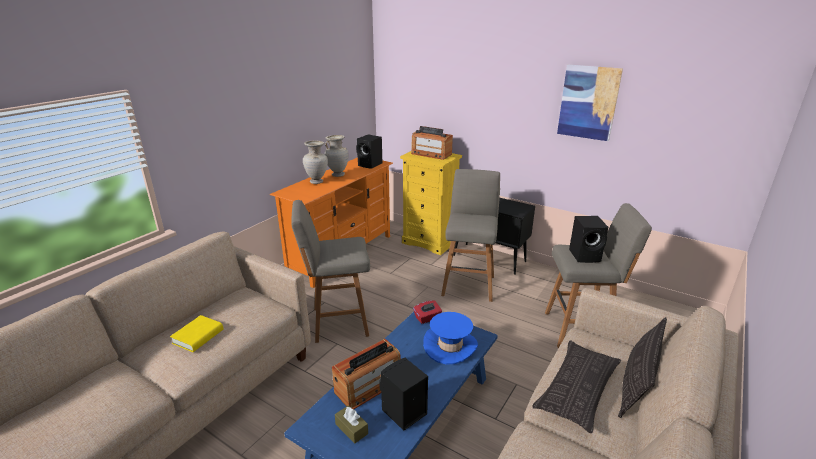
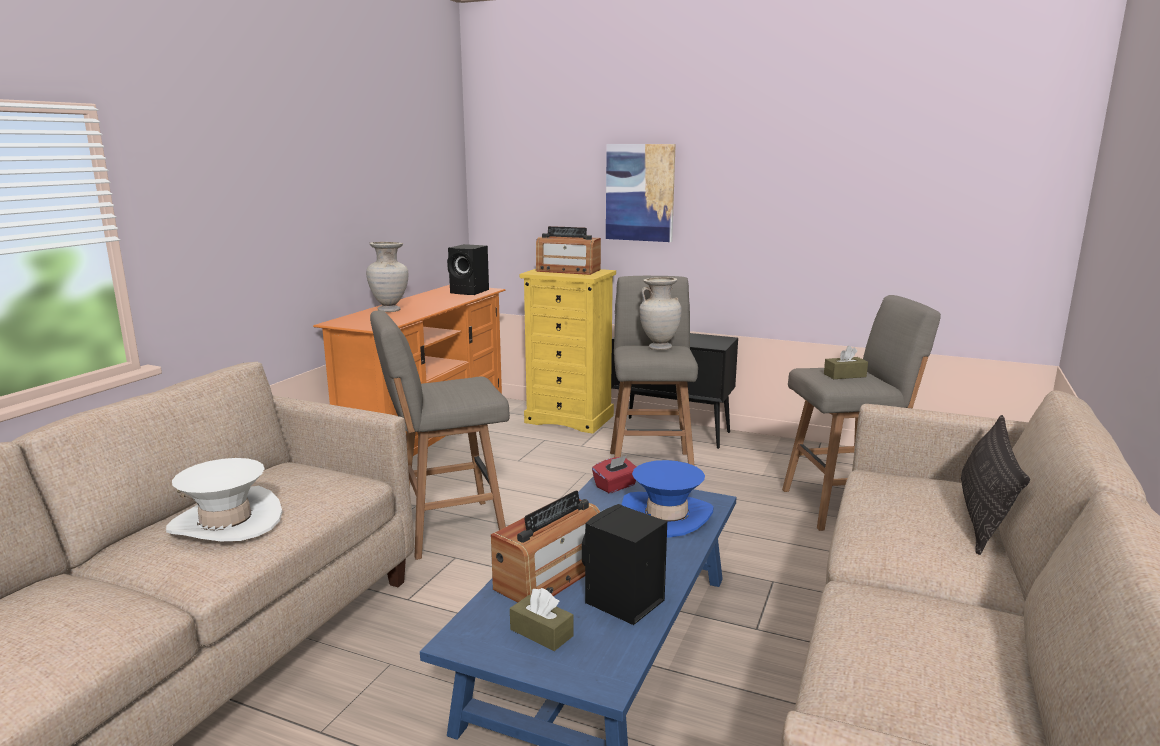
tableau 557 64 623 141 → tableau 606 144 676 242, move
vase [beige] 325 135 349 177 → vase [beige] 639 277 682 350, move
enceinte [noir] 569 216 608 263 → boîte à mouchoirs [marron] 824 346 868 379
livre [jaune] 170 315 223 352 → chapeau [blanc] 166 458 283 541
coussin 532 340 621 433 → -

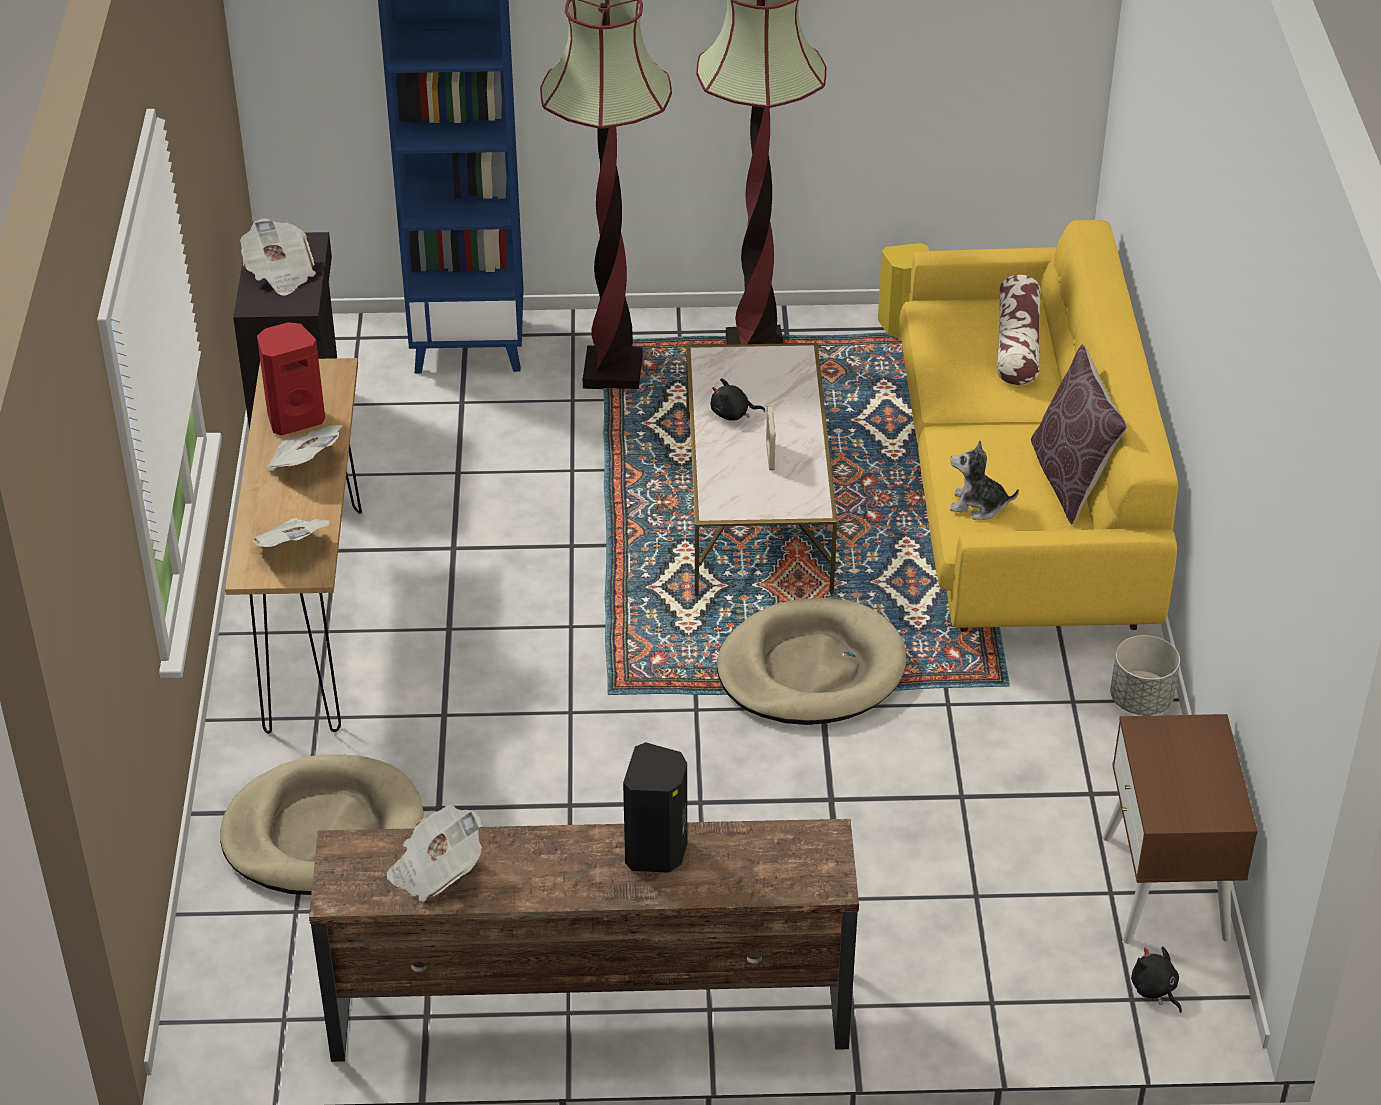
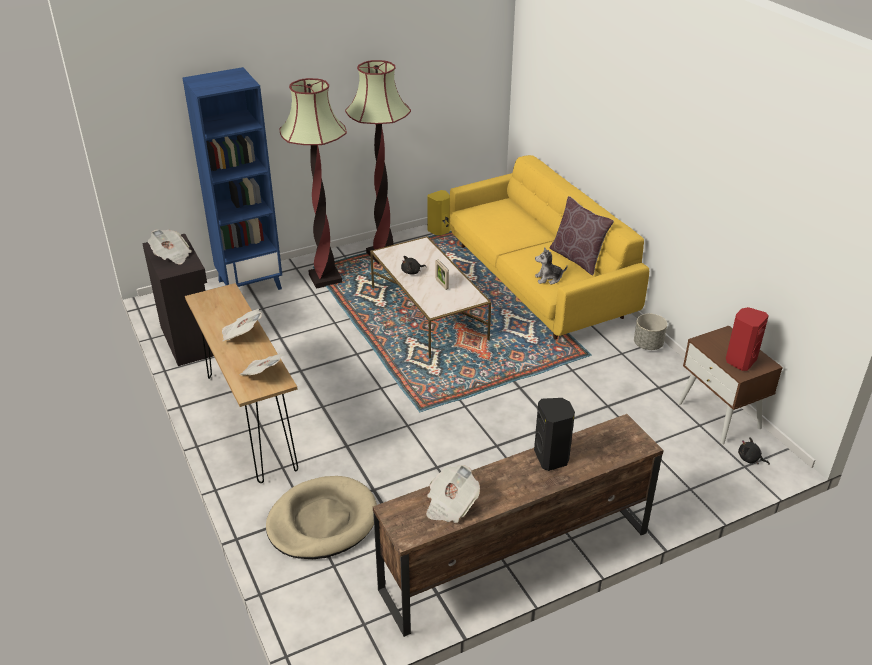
coussin 997 275 1041 385 → -
enceinte [rouge] 257 322 325 435 → enceinte [rouge] 726 307 769 371, move
panier pour chien [beige] 717 598 906 725 → -

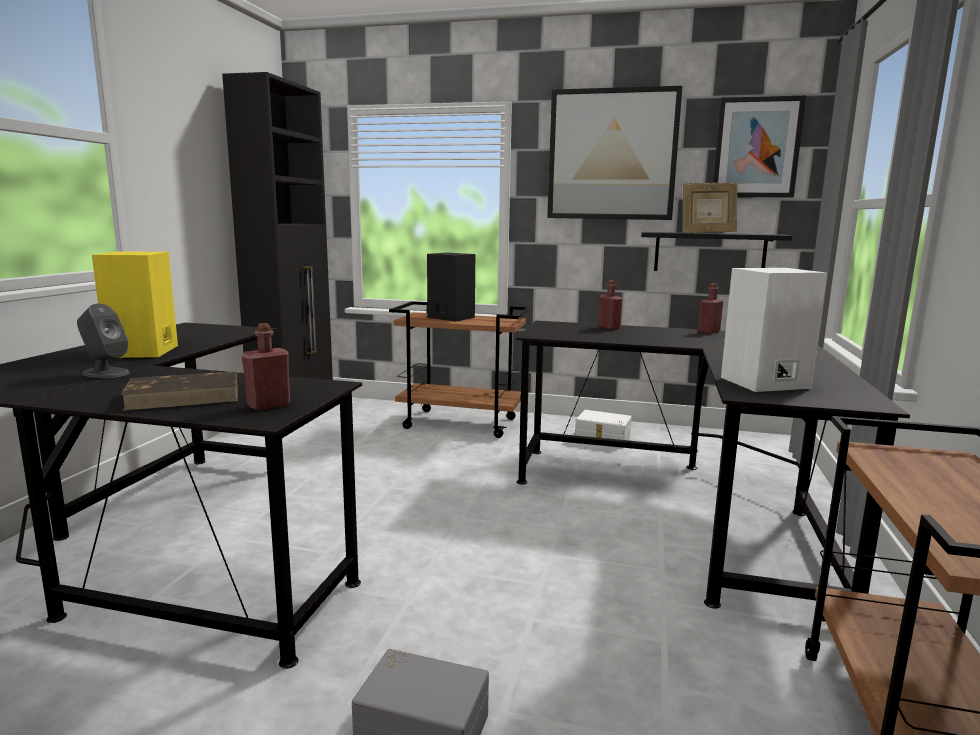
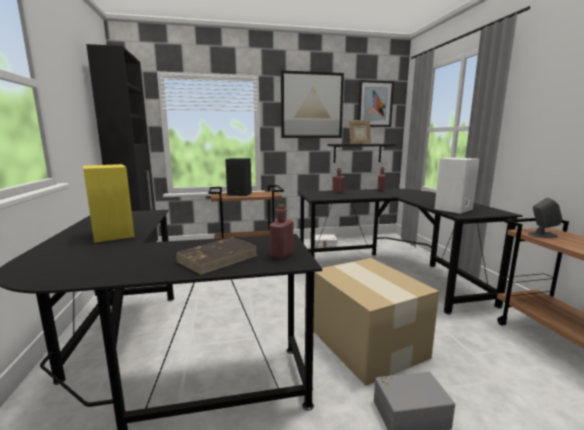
enceinte [gris] 77 303 130 378 → enceinte [gris] 528 198 562 238, move
- → carton 313 258 439 386

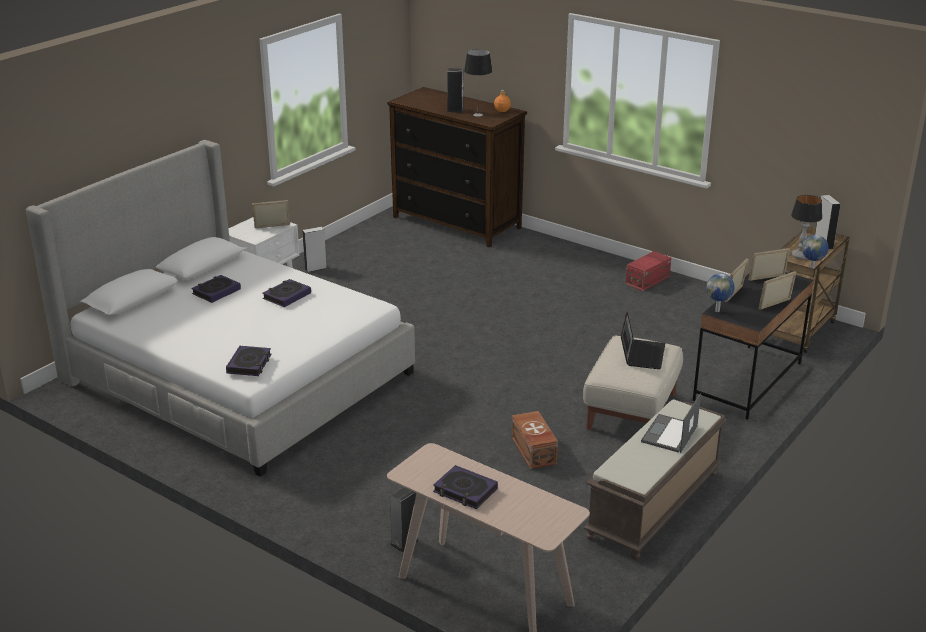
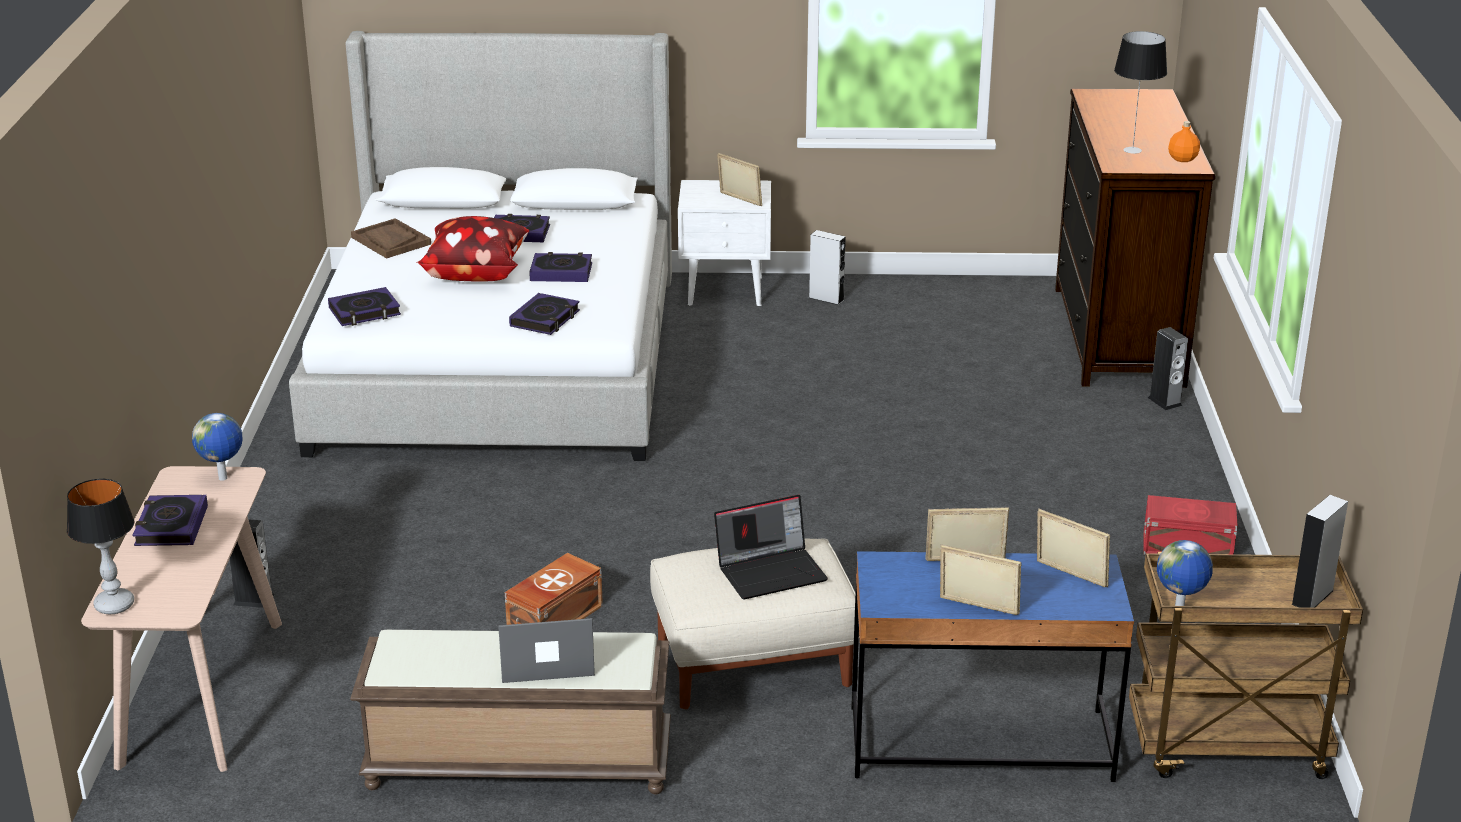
enceinte 447 68 464 113 → enceinte 1148 327 1188 410, move
lampe de table 791 195 822 259 → lampe de table 67 479 134 614, move
bureau [noir] 693 272 814 420 → bureau [bleu] 851 551 1134 782
globe 706 274 735 312 → globe 192 413 242 481, move
- → coussin 417 216 529 282
- → plateau [marron] 351 218 431 259
- → livre 509 293 580 335

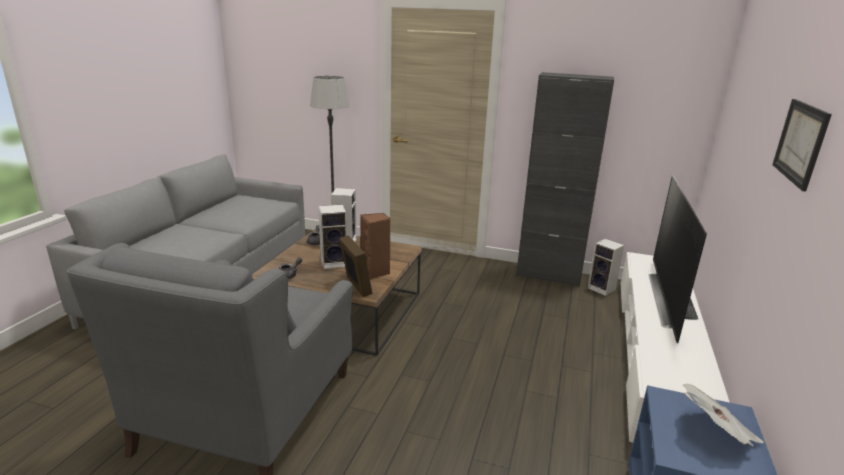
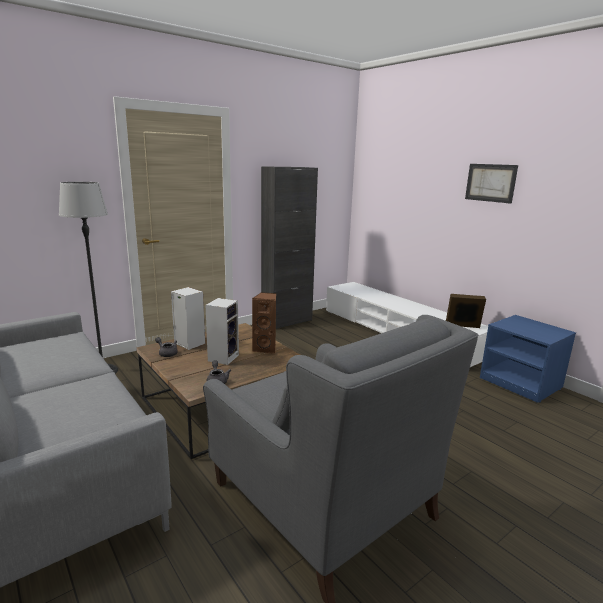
téléviseur 649 175 707 343 → -
cadre photo 339 235 373 297 → cadre photo 446 294 486 328, move
enceinte 588 239 624 296 → -
journal 683 384 764 446 → -

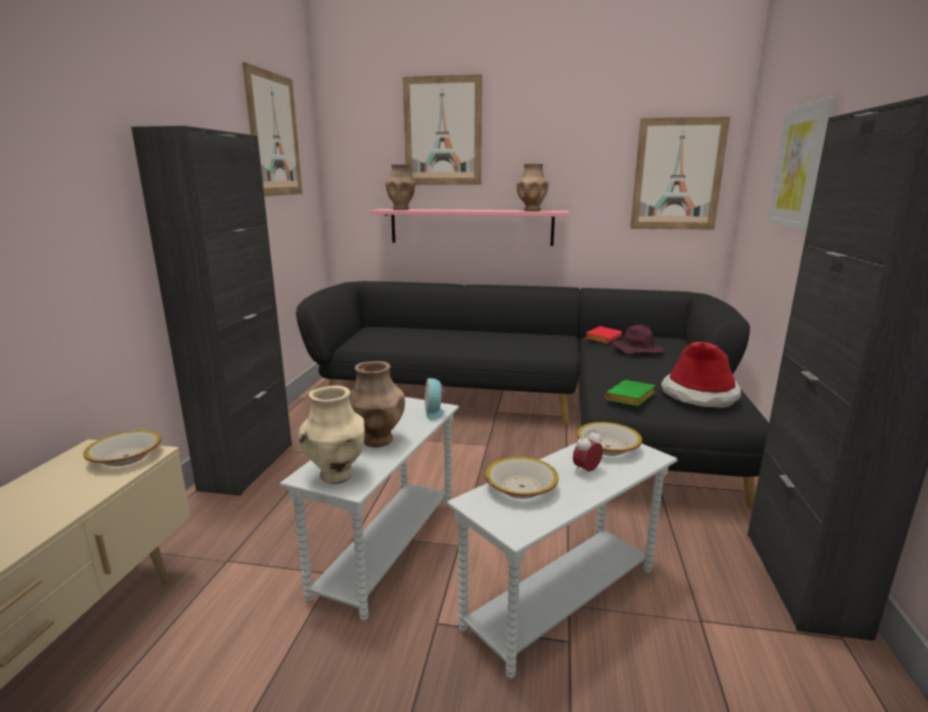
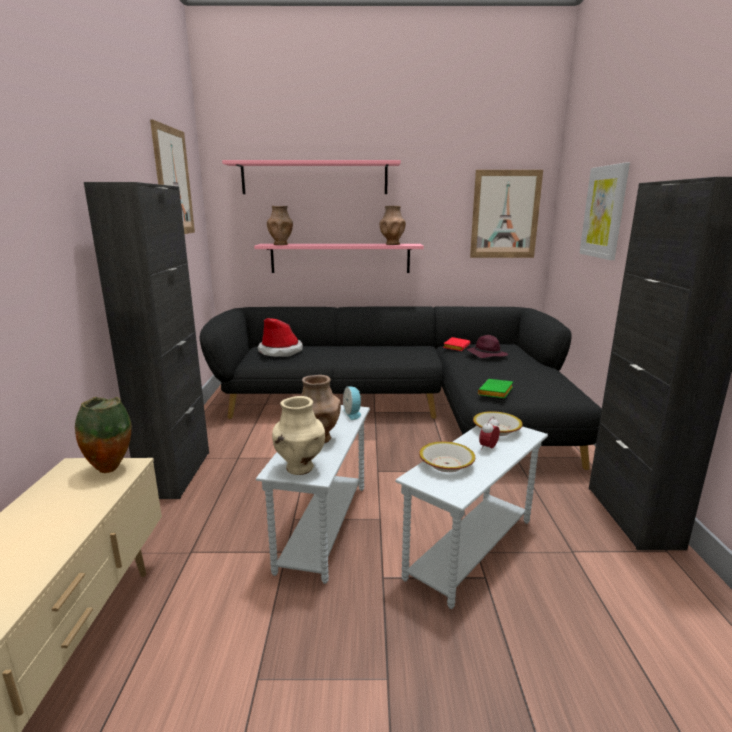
tableau 403 74 482 185 → étagère [rose] 222 160 401 194
chapeau 661 342 741 408 → chapeau 258 318 303 357, move
bol 83 430 161 466 → vase 75 397 132 473

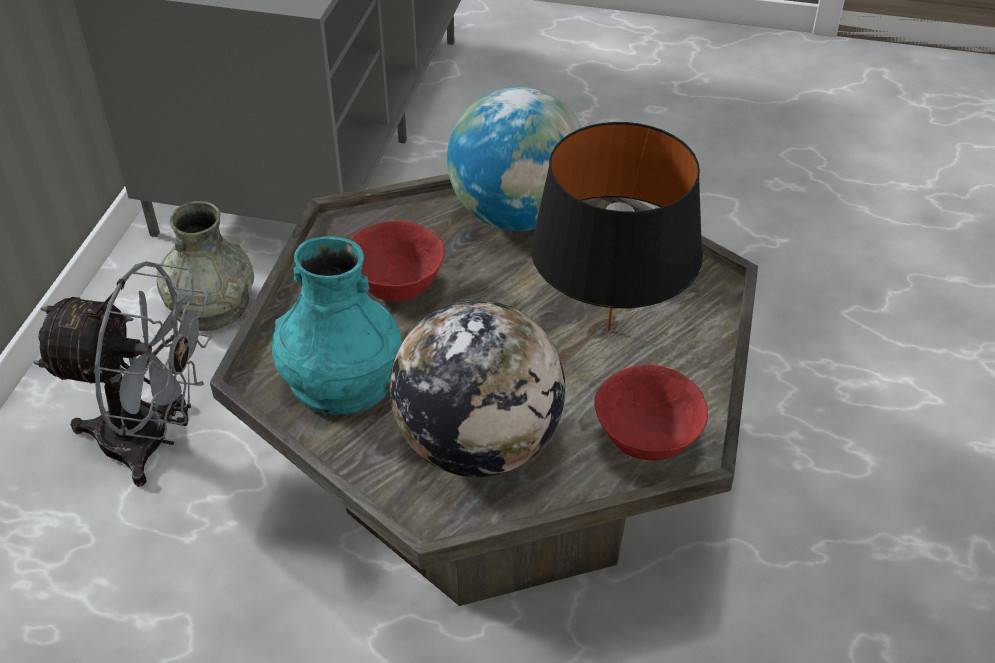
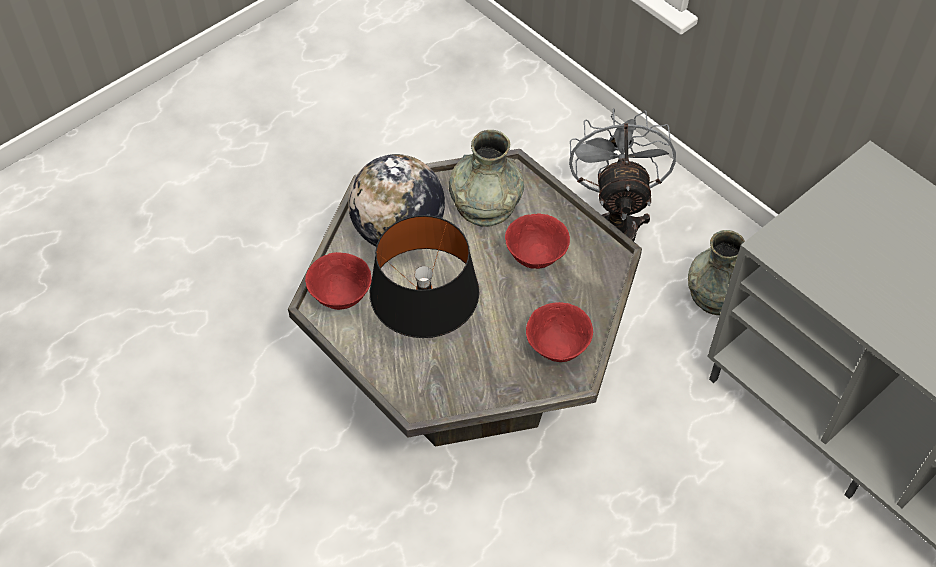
globe 447 86 583 231 → bol [rouge] 526 302 593 362
vase [turquoise] 272 236 402 415 → vase [gris] 449 130 524 227
ventilateur [gris] 33 261 212 487 → ventilateur [gris] 569 108 676 241, 135 degrees clockwise

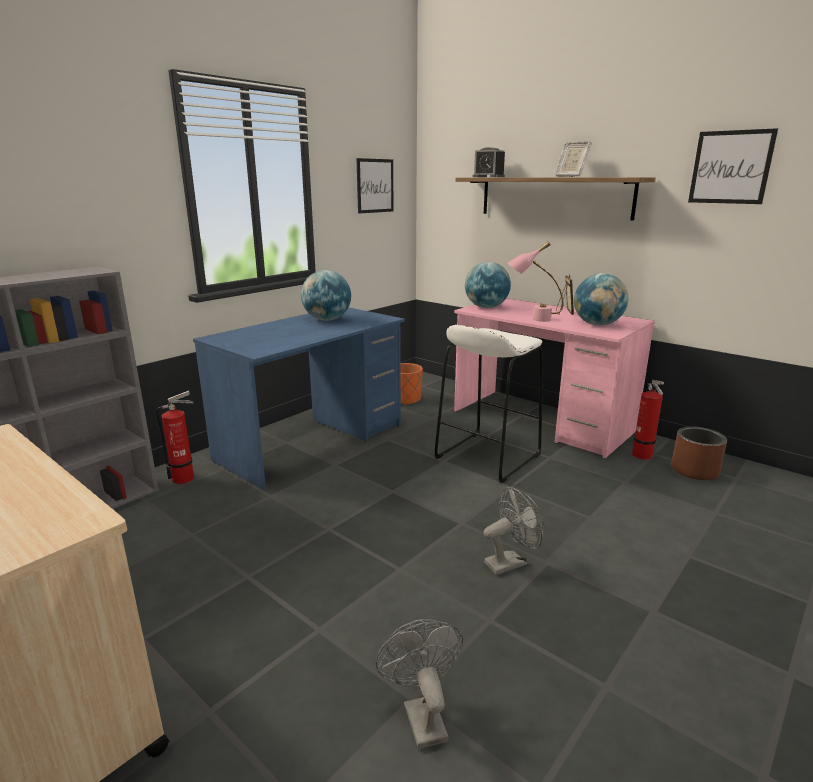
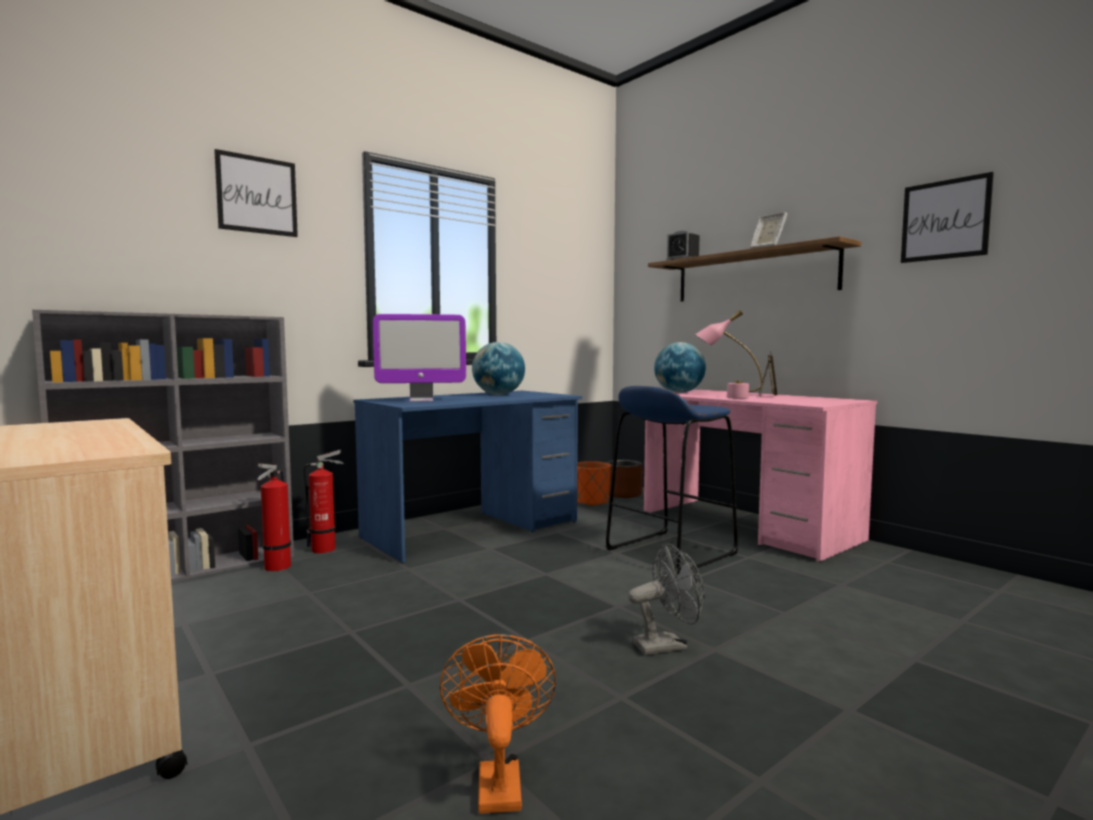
tableau 356 158 394 213 → tableau 214 149 298 237, move
globe 574 273 628 326 → -
tabouret [blanc] 434 325 543 483 → tabouret [bleu] 606 386 738 574
extincteur 632 380 664 460 → extincteur 257 464 291 571, move
cache-pot [marron] 671 426 727 480 → cache-pot [marron] 607 460 643 498, move
ventilateur [gris] 376 619 463 749 → ventilateur [orange] 440 634 556 814
- → écran d'ordinateur 373 314 466 402

